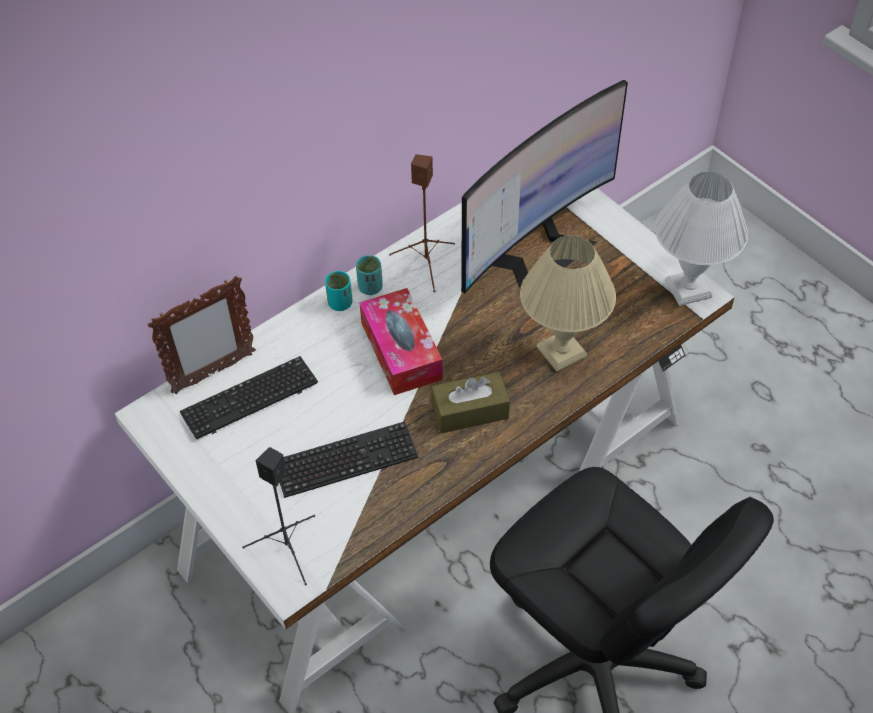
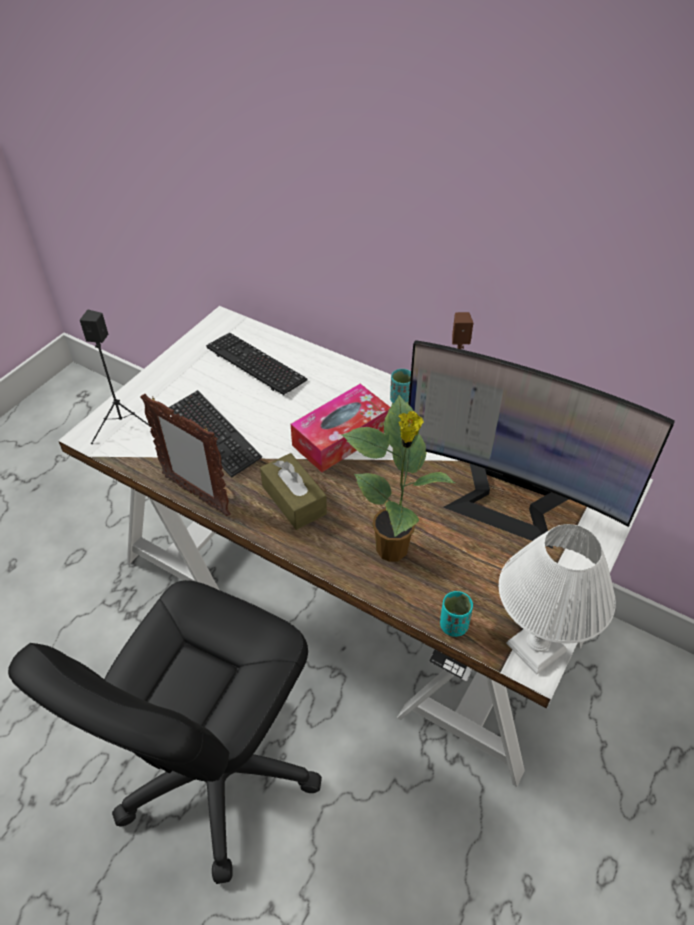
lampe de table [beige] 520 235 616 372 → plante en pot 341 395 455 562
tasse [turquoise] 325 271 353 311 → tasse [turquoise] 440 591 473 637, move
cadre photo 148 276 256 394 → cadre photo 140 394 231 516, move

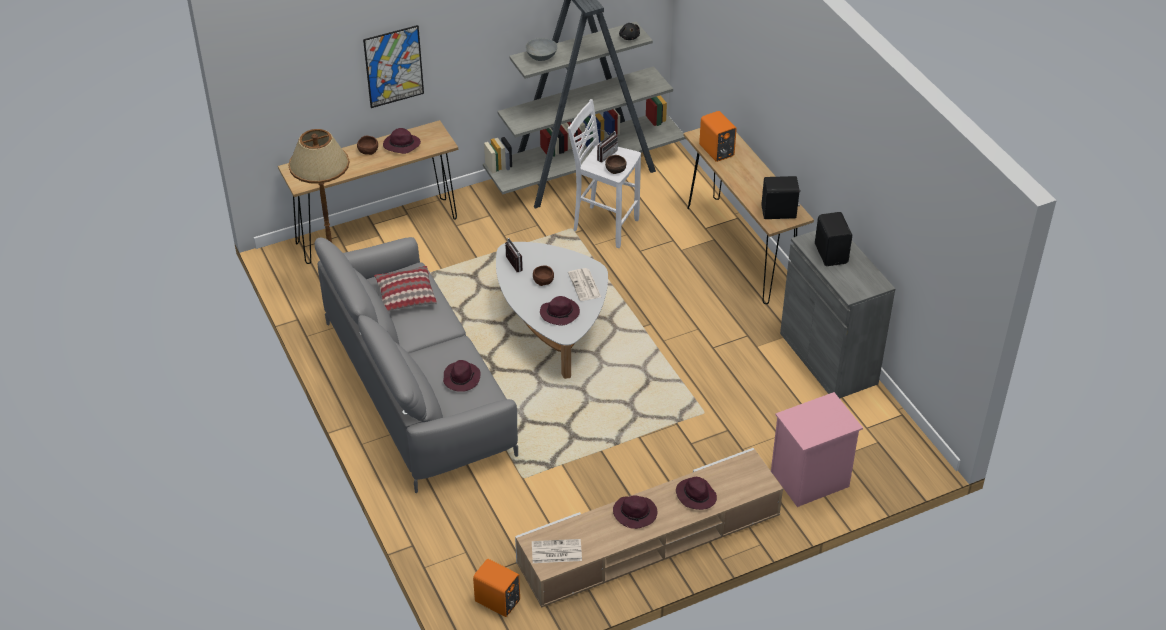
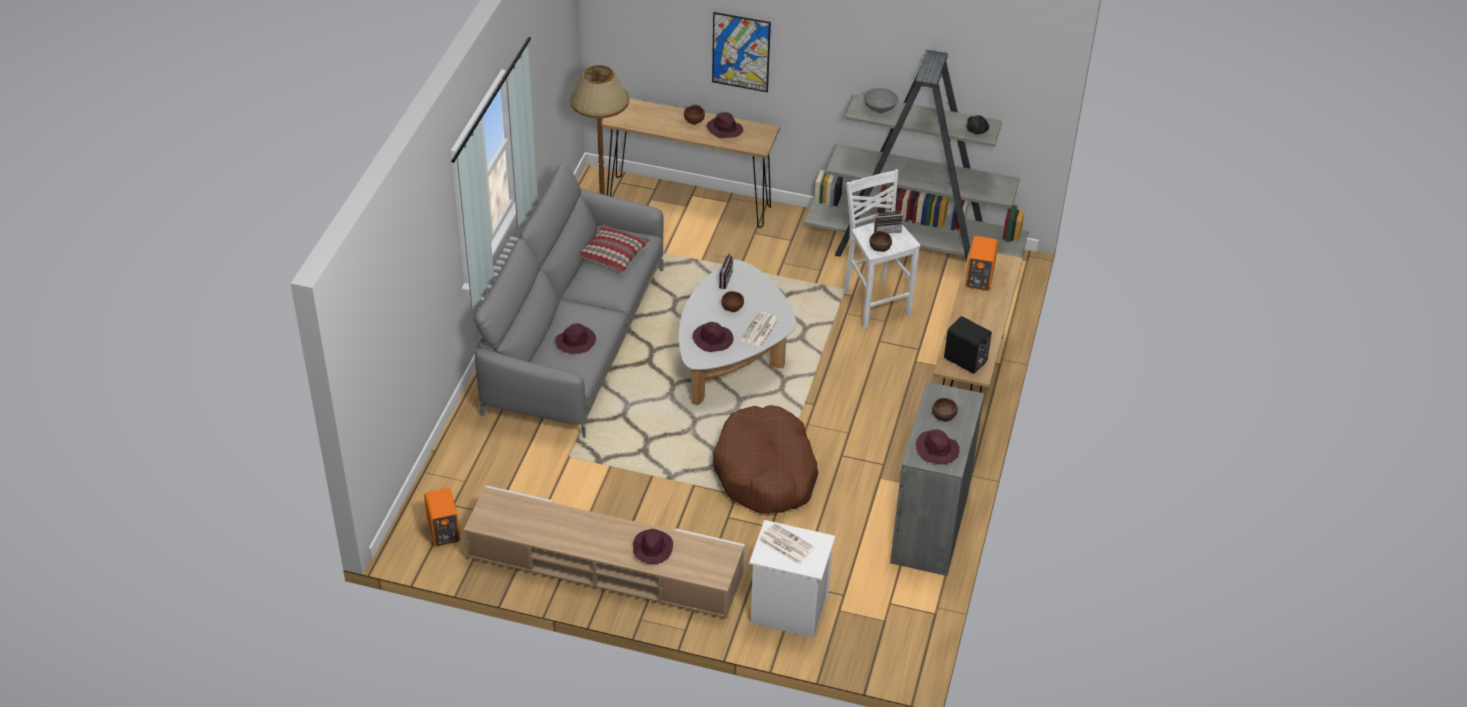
enceinte [noir] 815 212 852 266 → bol [marron] 932 398 958 422
table de chevet [rose] 771 392 863 507 → table de chevet [blanc] 749 520 835 638
chapeau [violet] 613 495 657 529 → chapeau [violet] 916 429 960 465, move
journal 532 539 582 563 → journal 759 523 815 564, move
- → panier pour chien [marron] 713 405 818 514

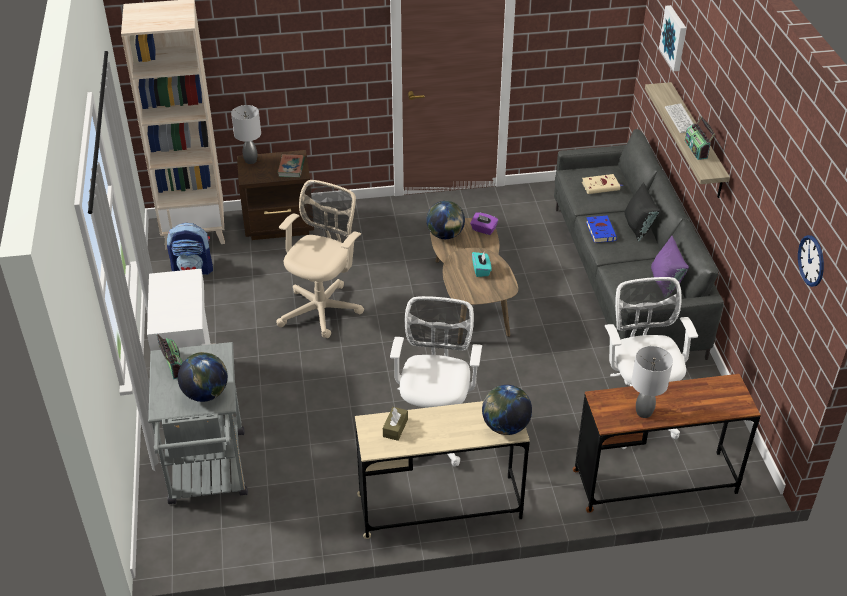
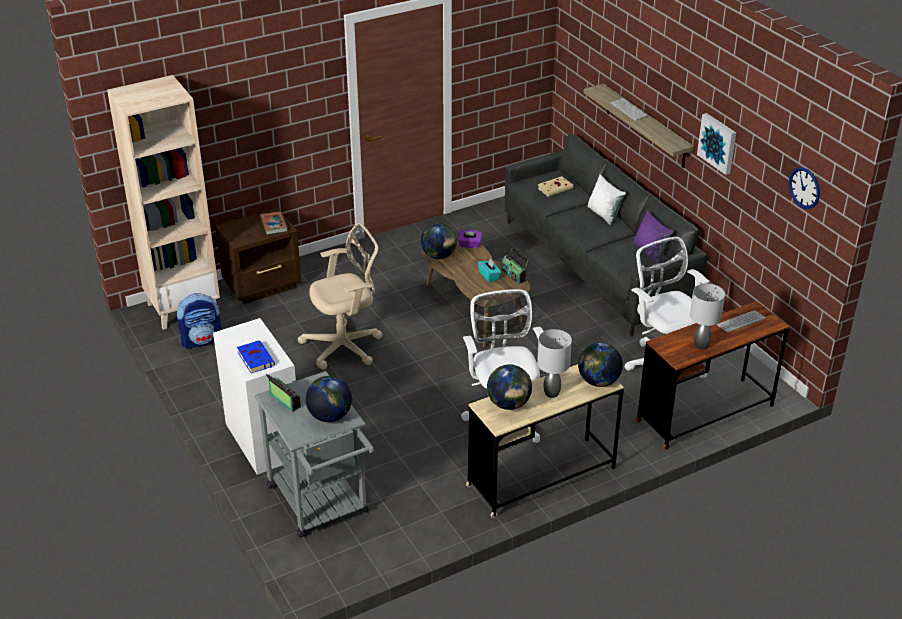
tableau 659 5 686 71 → tableau 697 113 736 175, move
lampe de table [gris] 231 105 261 164 → lampe de table [gris] 537 329 572 398, move
radio 685 116 715 160 → radio 502 247 529 284, move
chaise de bureau [beige] 276 180 364 338 → chaise de bureau [beige] 298 223 383 369, 60 degrees clockwise
coussin [noir] 625 182 660 241 → coussin [blanc] 588 174 626 225
livre [bleu] 586 216 617 243 → livre [bleu] 237 340 275 373, move
boîte à mouchoirs [marron] 383 407 408 441 → globe 487 364 532 410
- → clavier 716 310 766 333

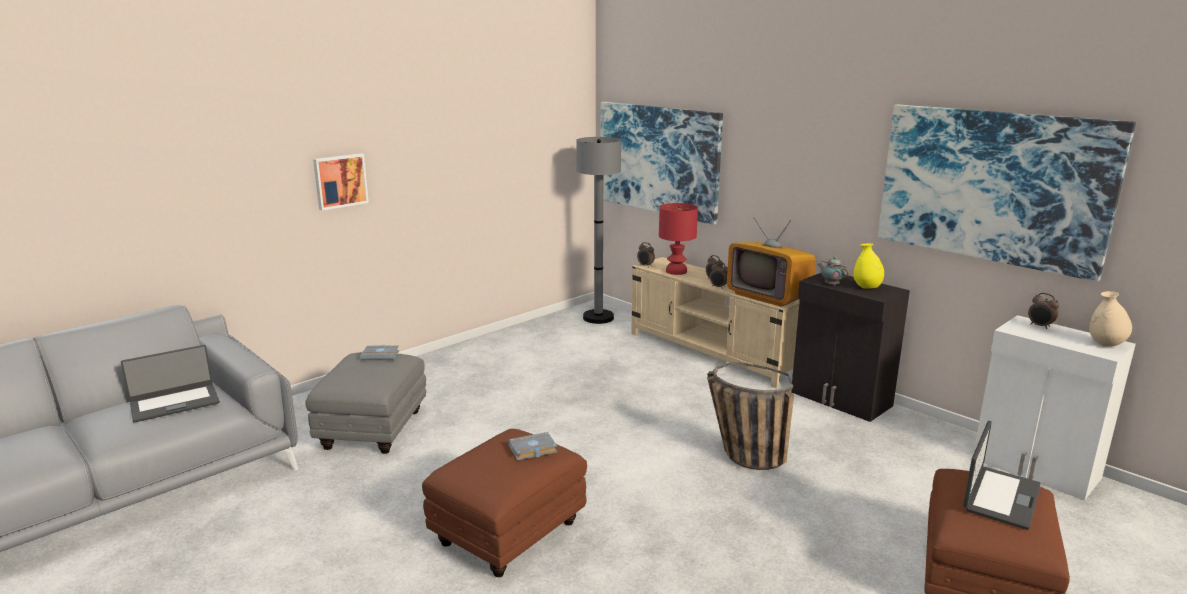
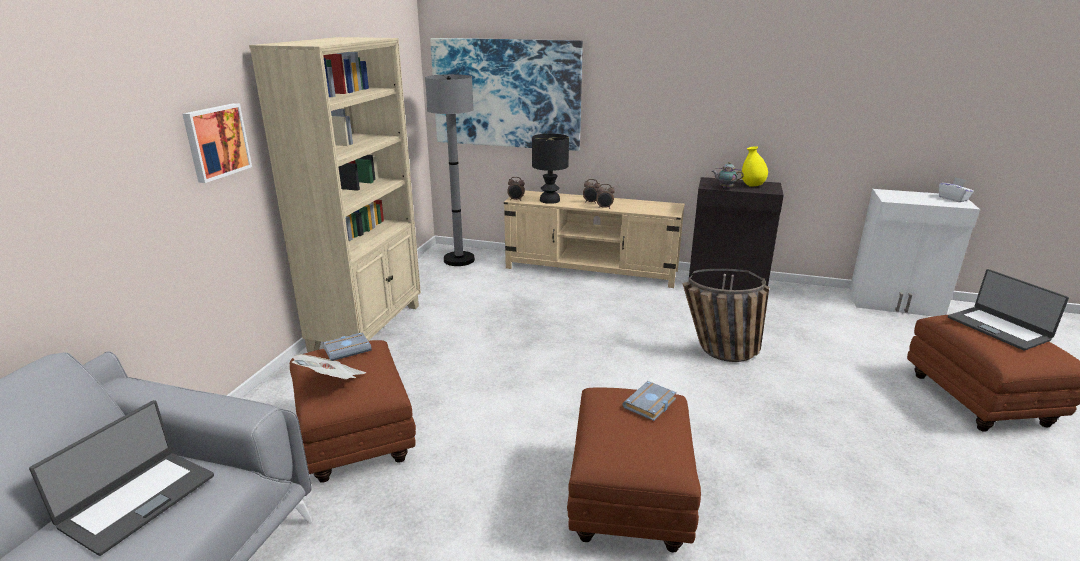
tableau 878 105 1136 282 → -
lampe de table [rouge] 659 203 698 275 → lampe de table [noir] 532 134 569 204
téléviseur 727 217 816 307 → -
vase [beige] 1089 291 1132 347 → boîte à mouchoirs [blanc] 939 177 974 202
réveil 1028 293 1059 329 → -
pouf [gris] 305 352 426 454 → pouf [marron] 290 340 416 483
ordinateur portable 963 421 1041 530 → ordinateur portable 948 269 1069 351, 150 degrees clockwise
- → bibliothèque [beige] 249 37 421 352
- → journal 292 354 366 379

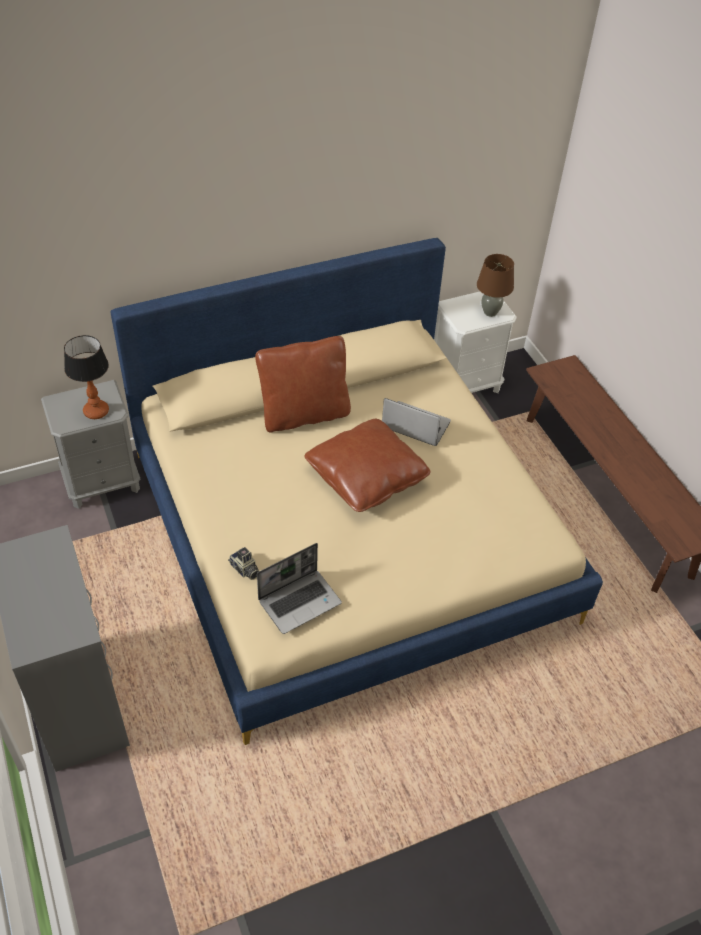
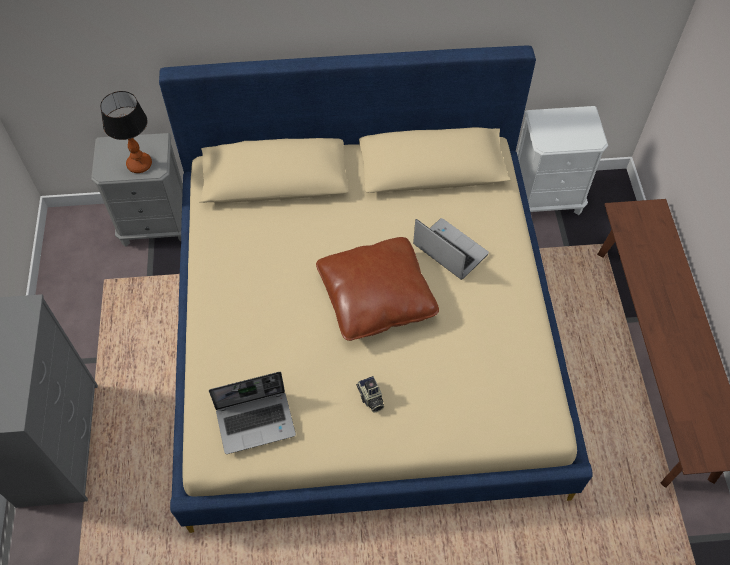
lampe de table [marron] 477 254 514 317 → -
coussin [marron] 255 336 351 433 → -
appareil photo 228 547 260 580 → appareil photo 356 376 384 412, move

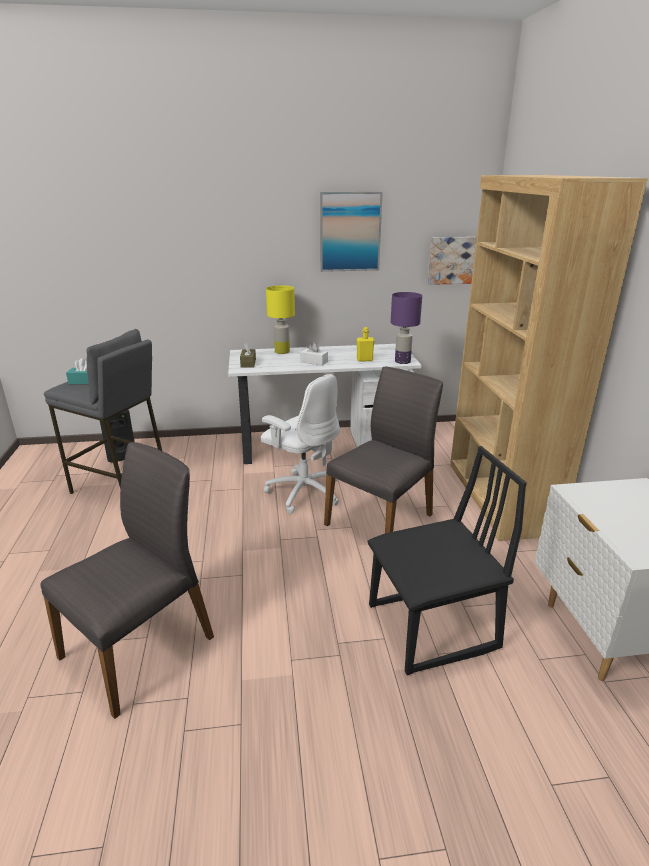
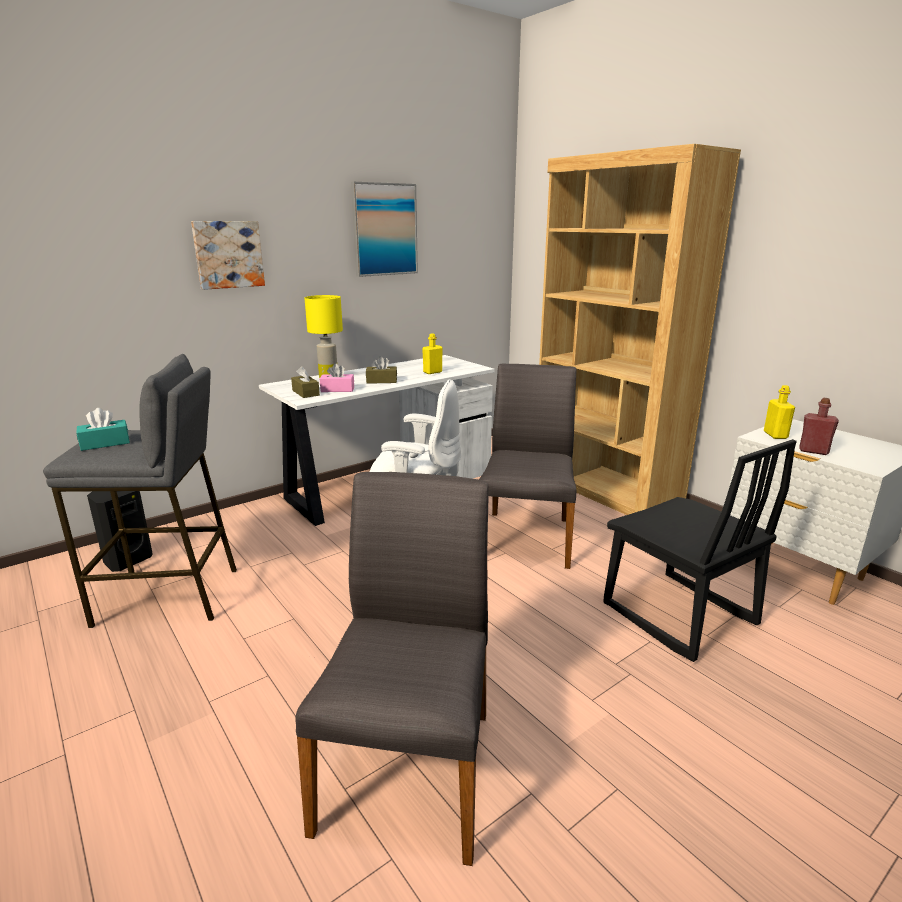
tableau 428 237 477 285 → tableau 191 221 265 290, move
lampe de table [violet] 391 292 422 364 → -
boîte à mouchoirs [blanc] 300 342 328 366 → boîte à mouchoirs [marron] 366 356 397 384
chaise [noir] 368 446 527 675 → chaise [noir] 603 439 797 662, 105 degrees clockwise
- → boîte à mouchoirs [rose] 320 363 354 392
- → bouteille [jaune] 764 385 795 439
- → bouteille [rouge] 799 398 839 455

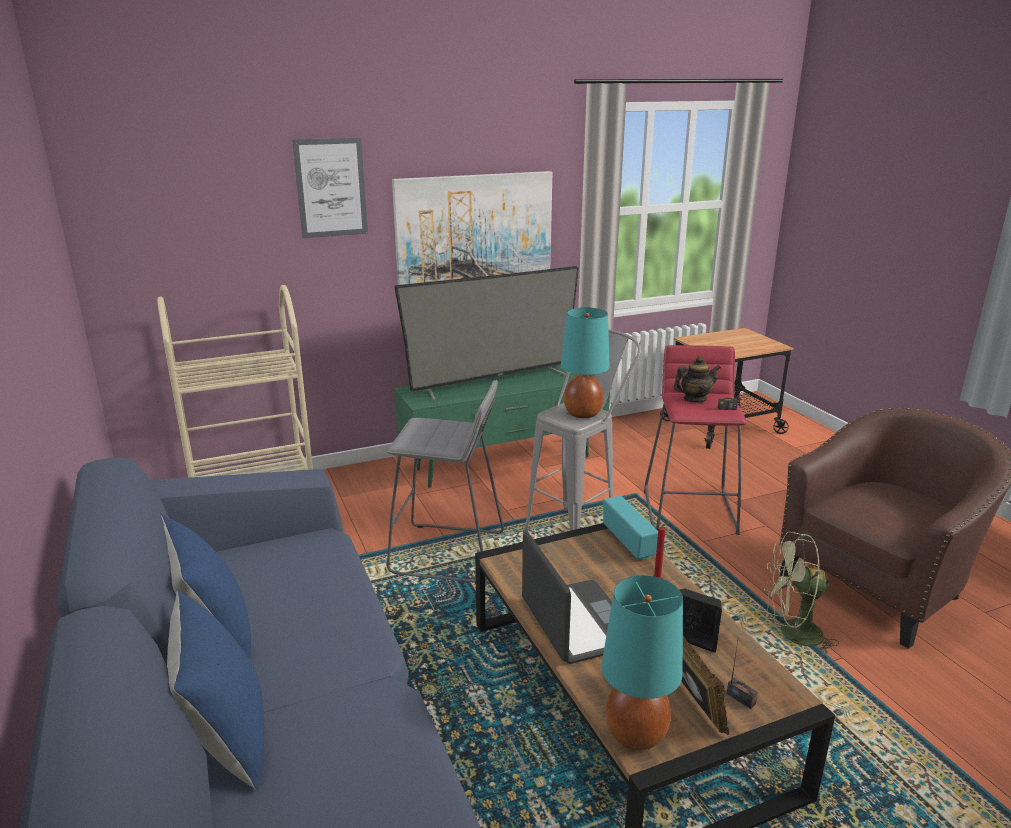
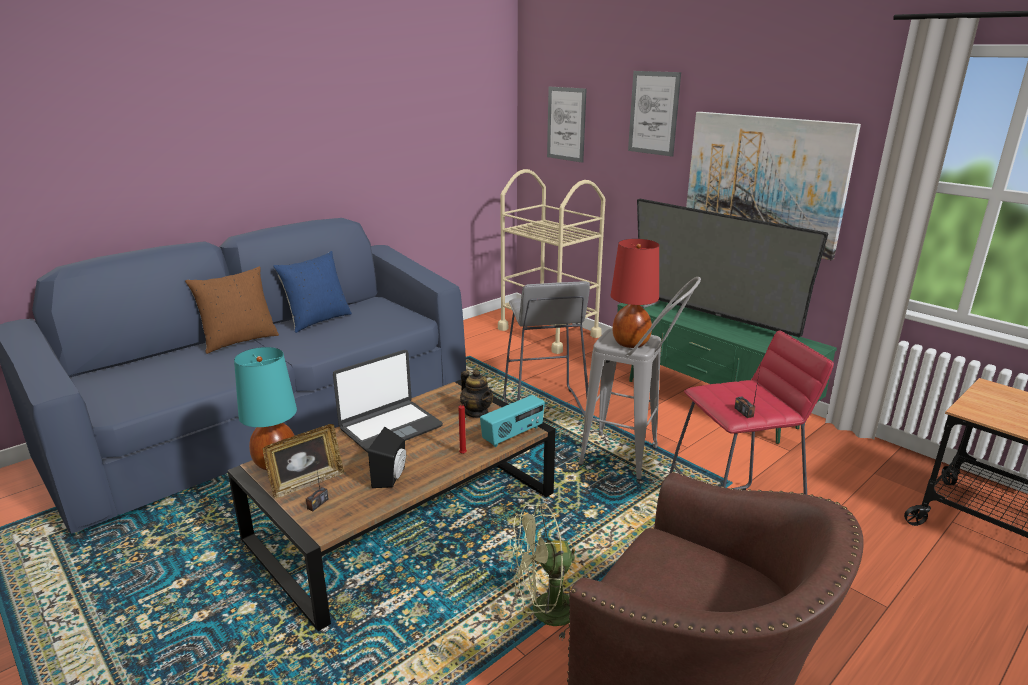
lampe de table [turquoise] 561 307 610 418 → lampe de table [rouge] 611 239 659 348
théière 674 356 721 403 → théière 460 370 493 418, move
ventilateur [vert] 764 532 839 655 → ventilateur [vert] 510 504 575 640, 90 degrees counterclockwise
coussin [bleu] 167 591 264 790 → coussin [marron] 185 266 279 354
- → tableau 547 87 586 163

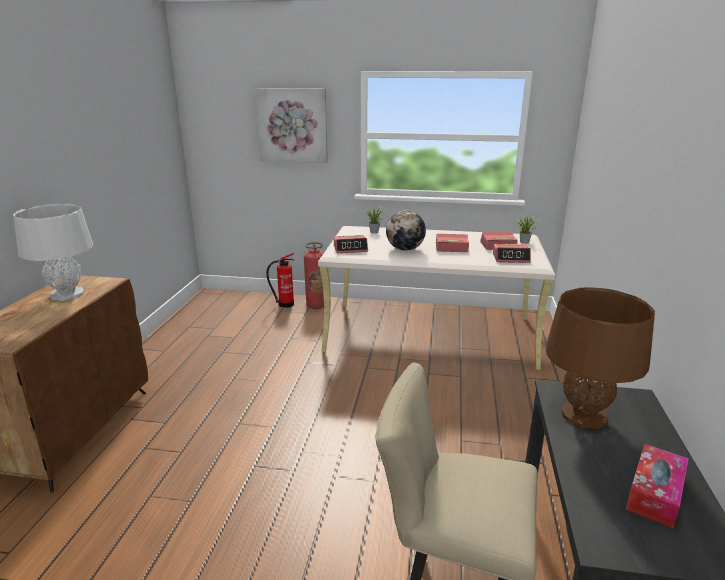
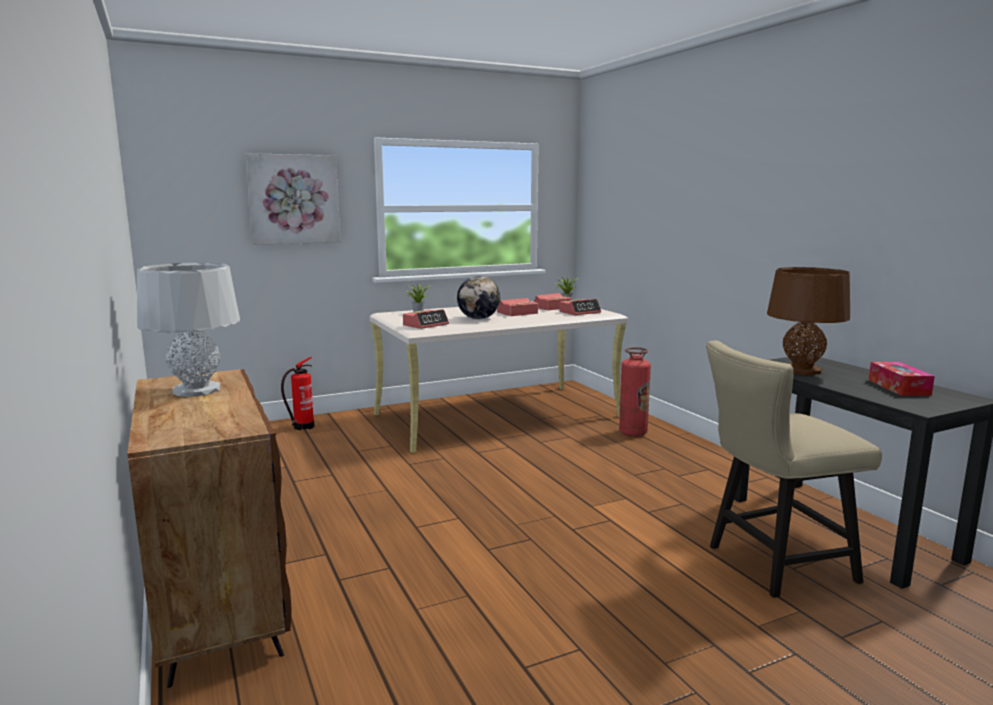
extincteur 304 242 324 309 → extincteur 619 347 651 437, move

